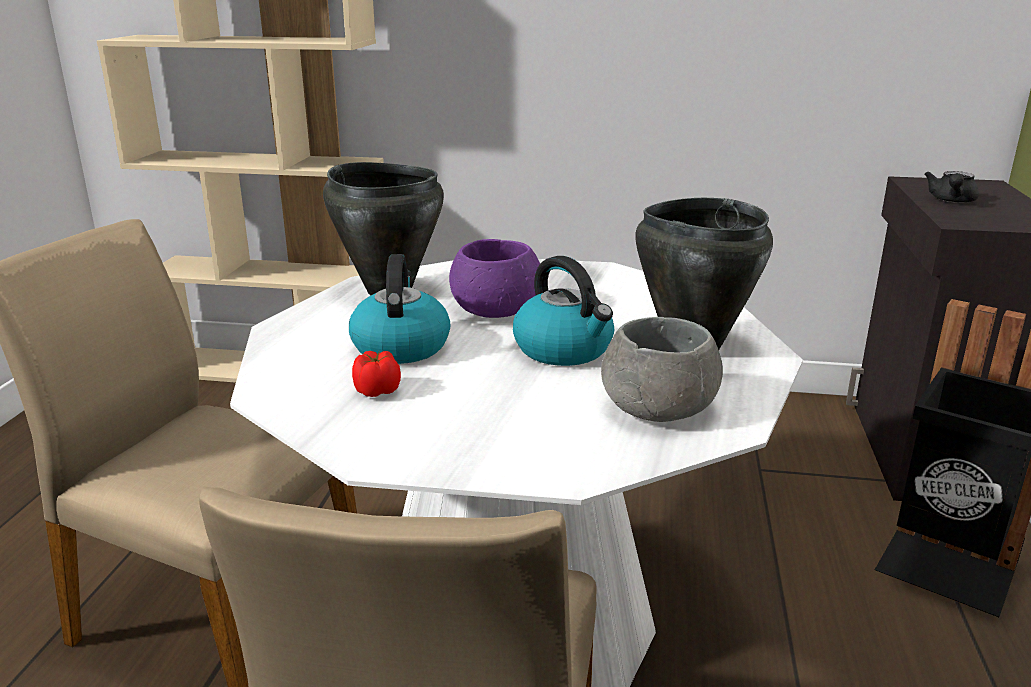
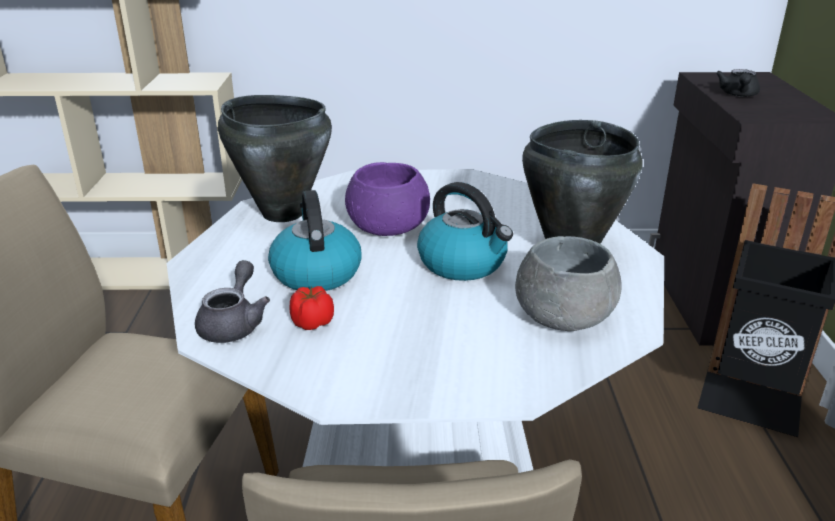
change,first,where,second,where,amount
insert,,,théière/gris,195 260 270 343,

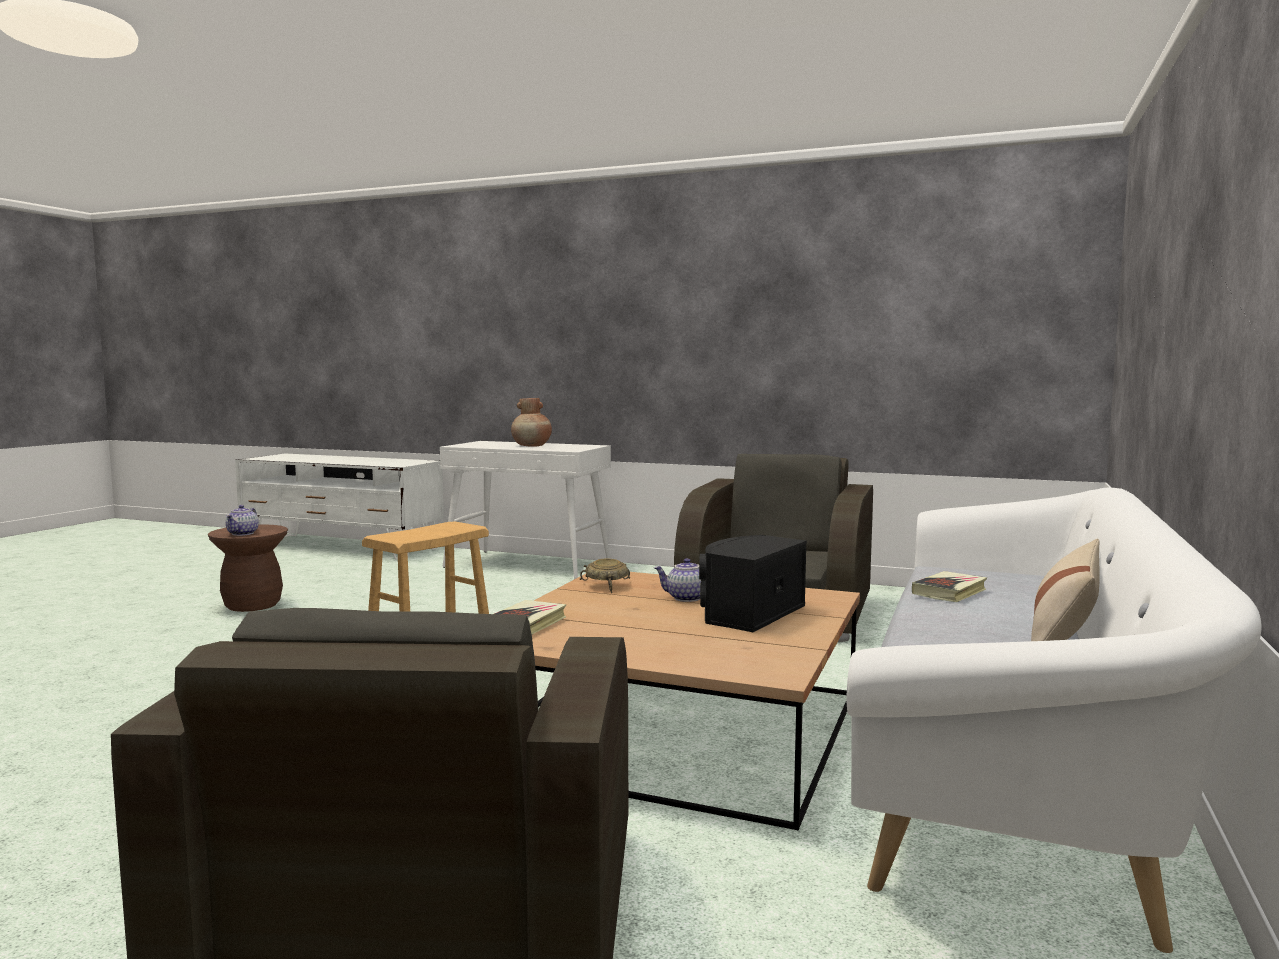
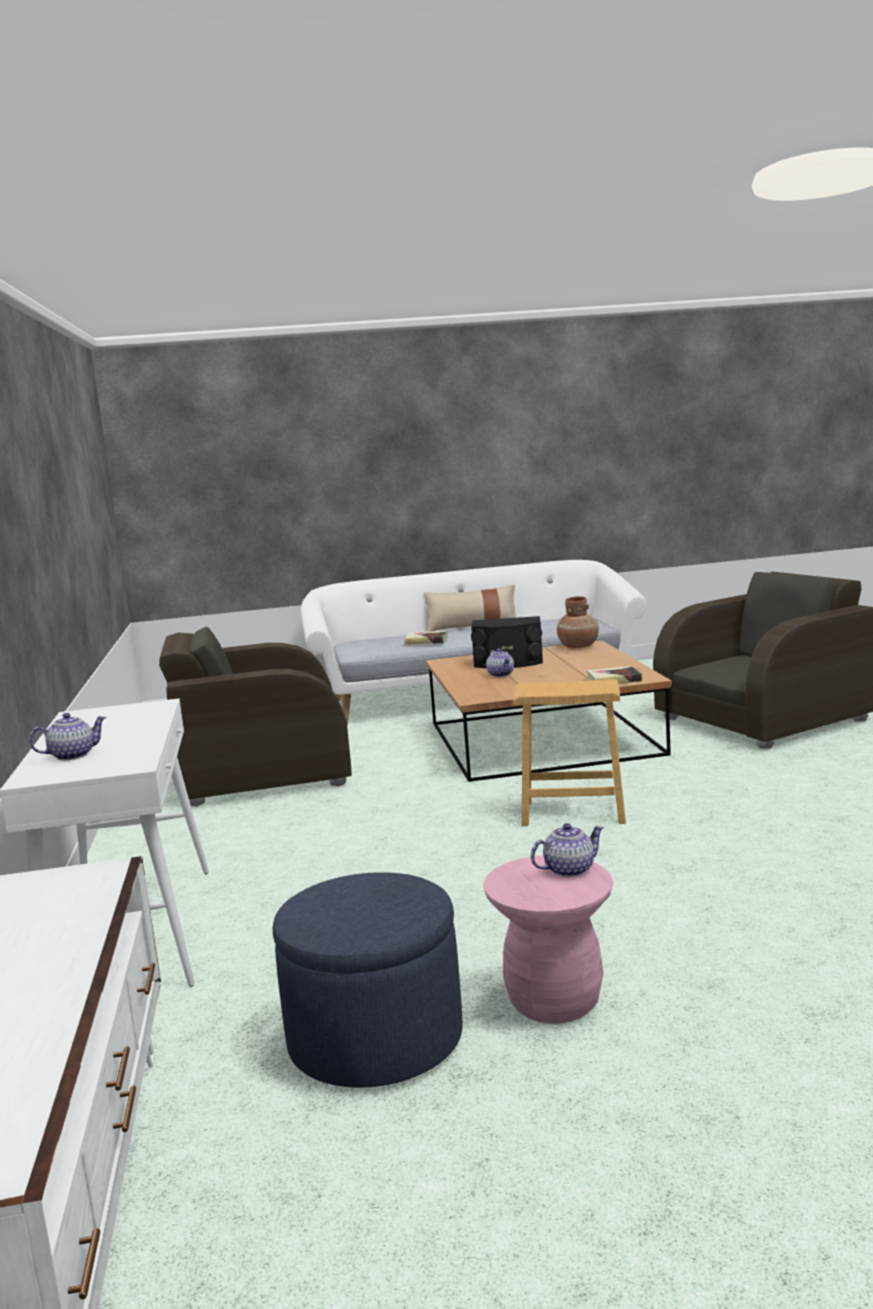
change,first,where,second,where,amount
move,vase/marron,511 398 552 447,,557 596 599 648,
recolor,tabouret/marron,208 525 288 612,tabouret/rose,483 855 613 1024,
delete,bol/beige,579 558 630 593,,,
insert,,,théière,29 713 106 760,
insert,,,pouf/bleu,273 872 463 1088,

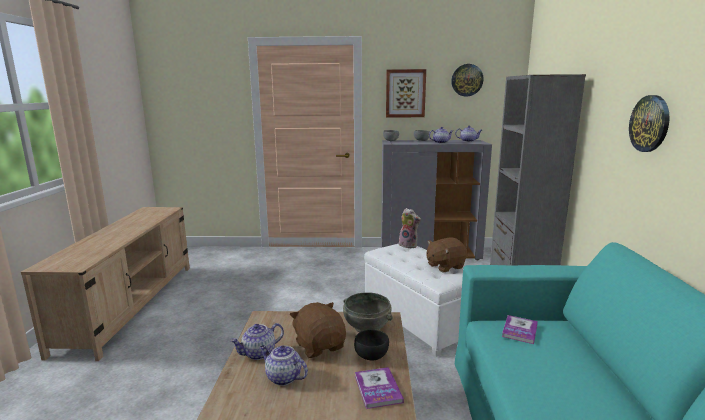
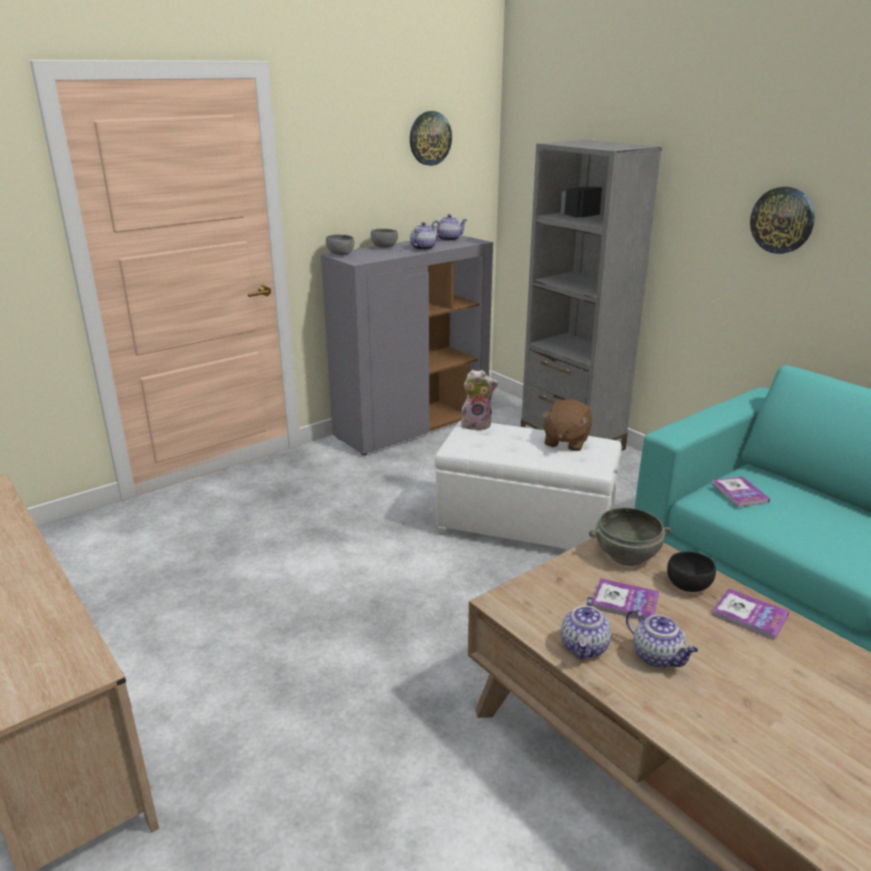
change,first,where,second,where,amount
delete,tableau,386 69 426 117,,,
replace,peluche/marron,290 302 346 358,livre,593 578 659 620,
rotate,théière,260 345 308 386,,626 609 698 668,120 degrees counterclockwise

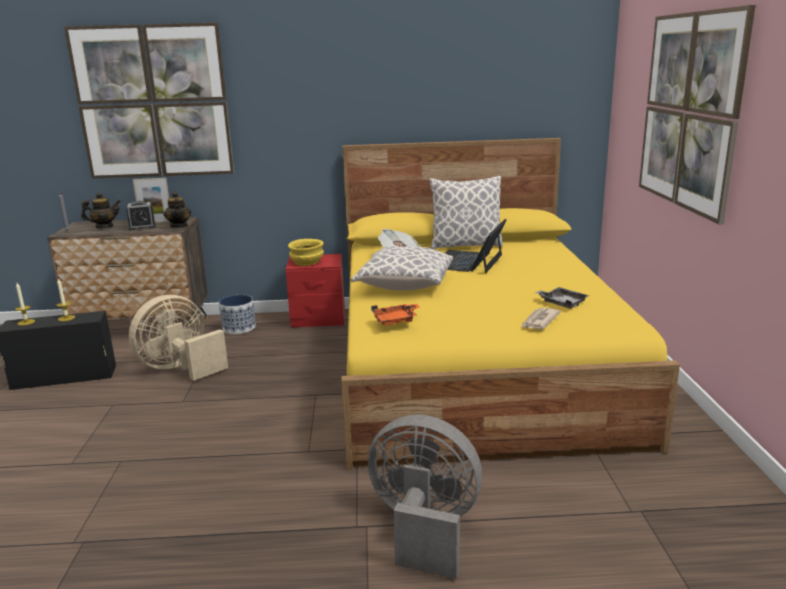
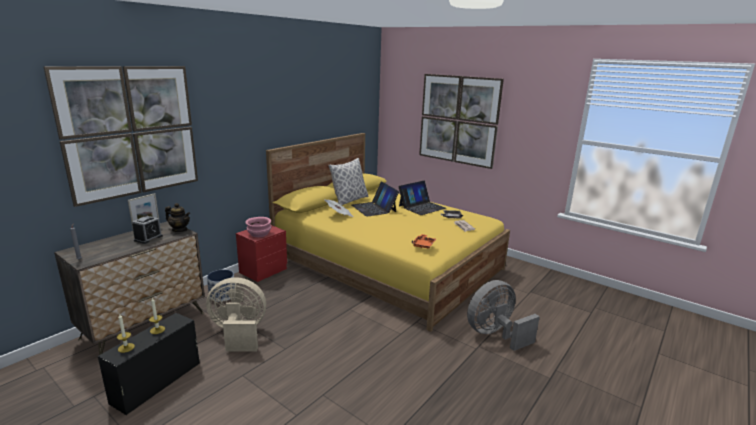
change,first,where,second,where,amount
delete,théière,81 193 121 228,,,
recolor,bol/jaune,288 239 324 266,bol/rose,245 217 272 237,
delete,coussin,351 246 453 291,,,
rotate,ventilateur/beige,129 295 228 381,,206 277 266 352,90 degrees clockwise
insert,,,ordinateur portable,398 181 446 215,

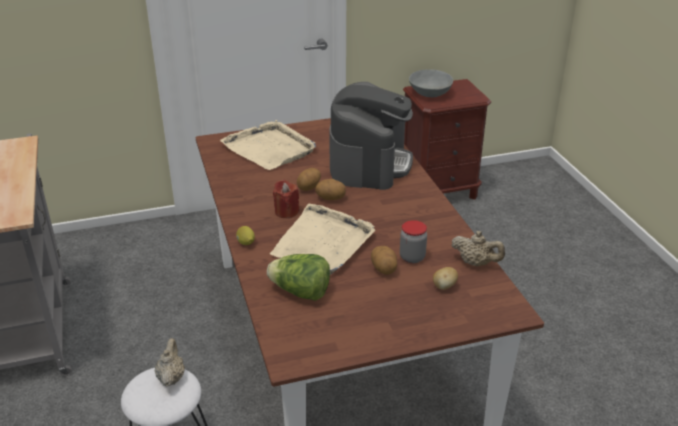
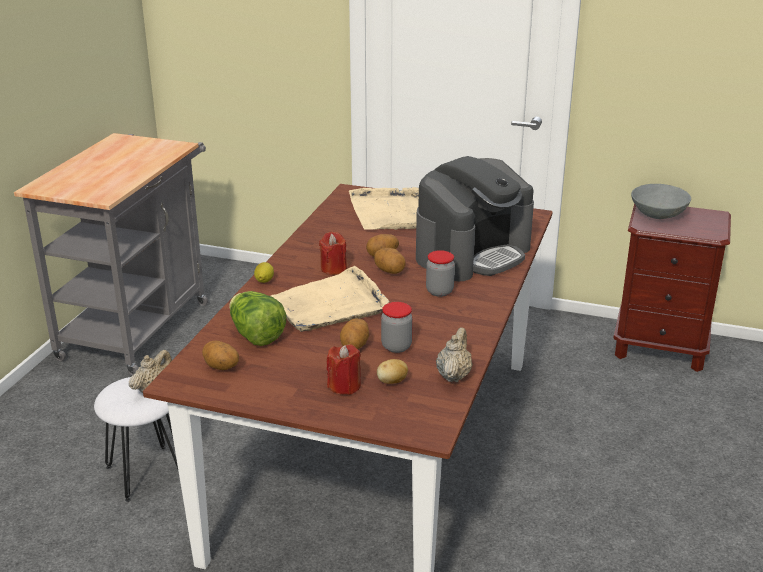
change,first,where,second,where,amount
rotate,théière/beige,451 231 505 266,,436 327 473 382,135 degrees counterclockwise
insert,,,bocal,426 250 455 297,
insert,,,pomme de terre,202 341 239 370,
insert,,,bougie/rouge,326 344 361 395,

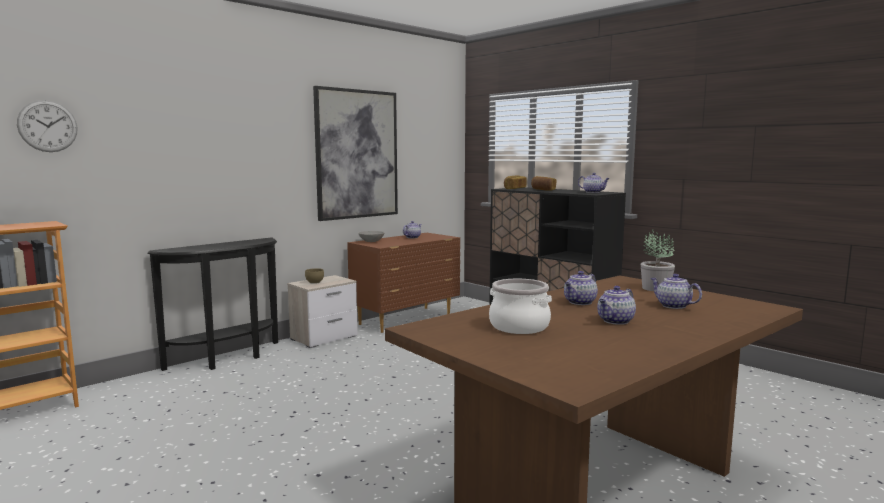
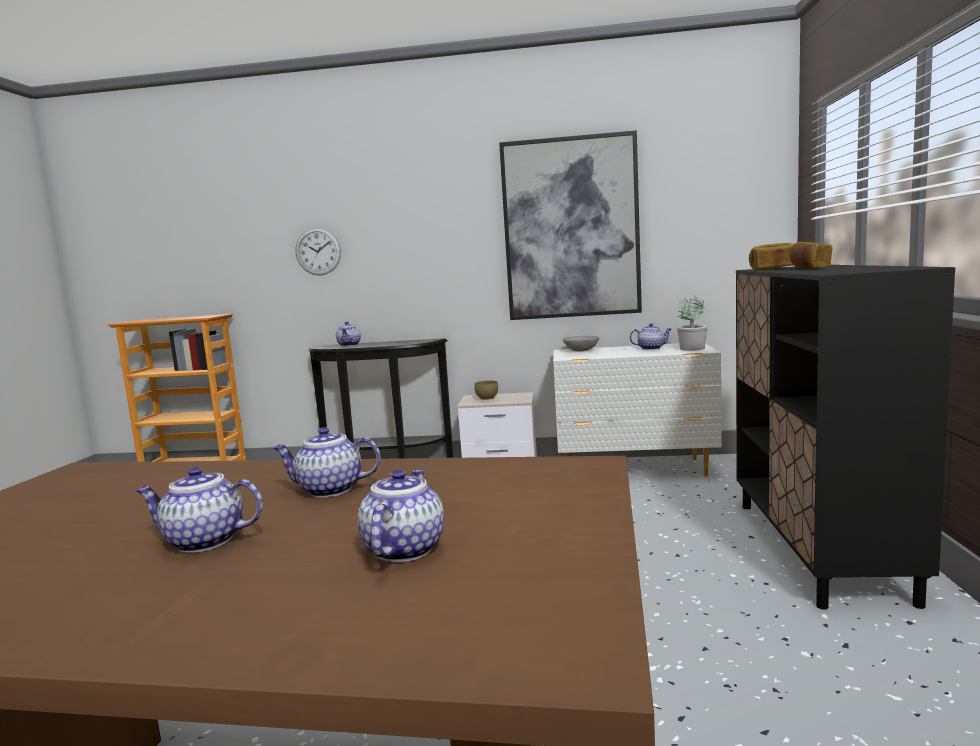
change,first,where,second,where,amount
move,horloge murale,17 100 78 152,,296 228 341 275,
move,théière,578 173 610 193,,336 322 361 346,
move,plante en pot,641 230 675 291,,677 296 707 351,
recolor,commode/marron,347 233 460 333,commode/blanc,553 343 722 476,
delete,marmite,489 279 552 334,,,

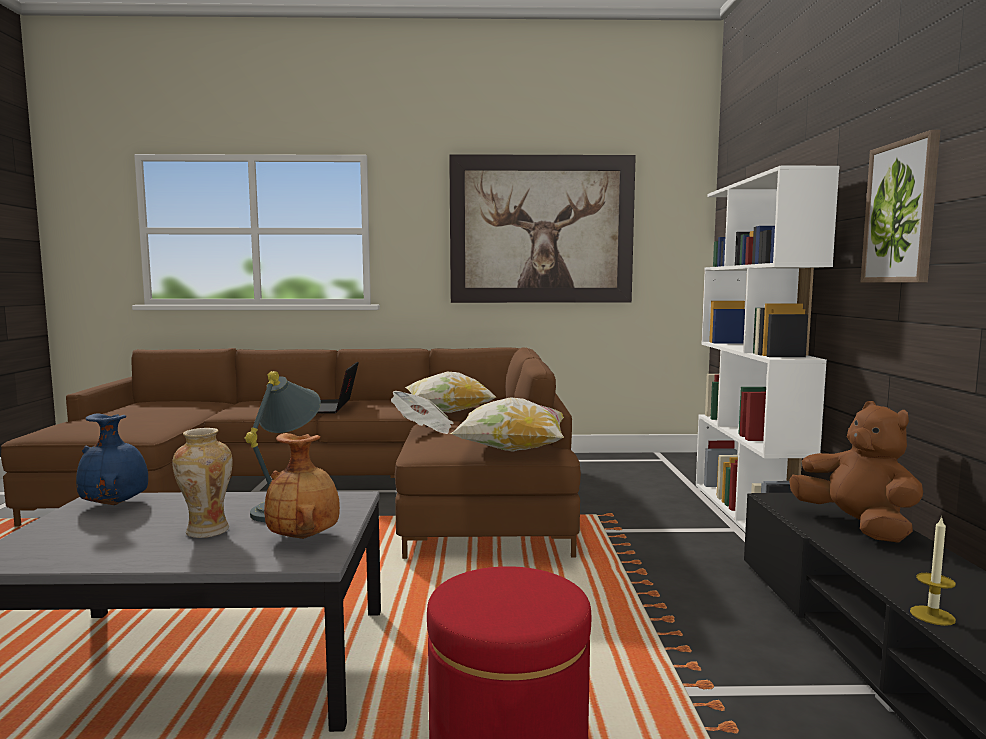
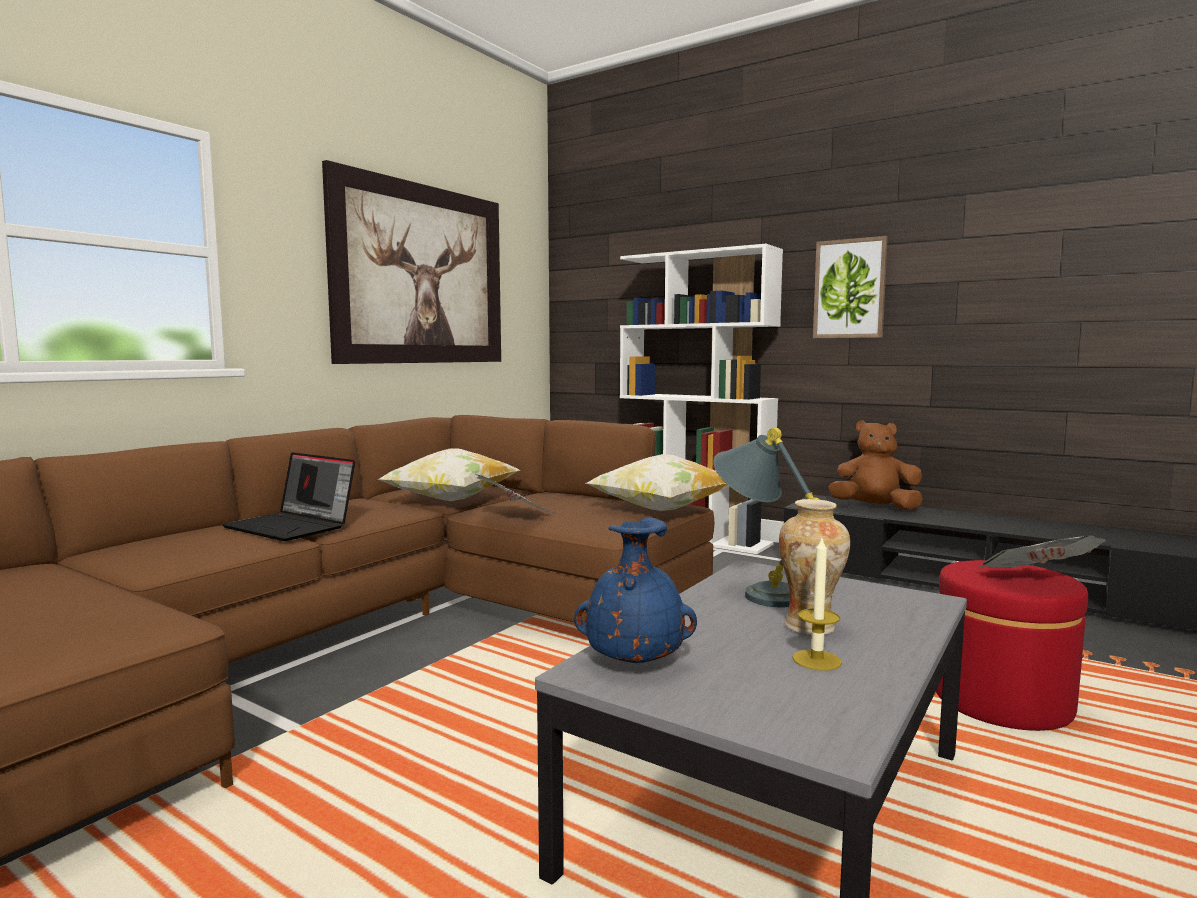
change,first,where,second,where,amount
delete,vase/marron,264 433 340 539,,,
move,bougie,910 516 956 626,,792 538 842 671,
insert,,,journal,979 536 1106 568,

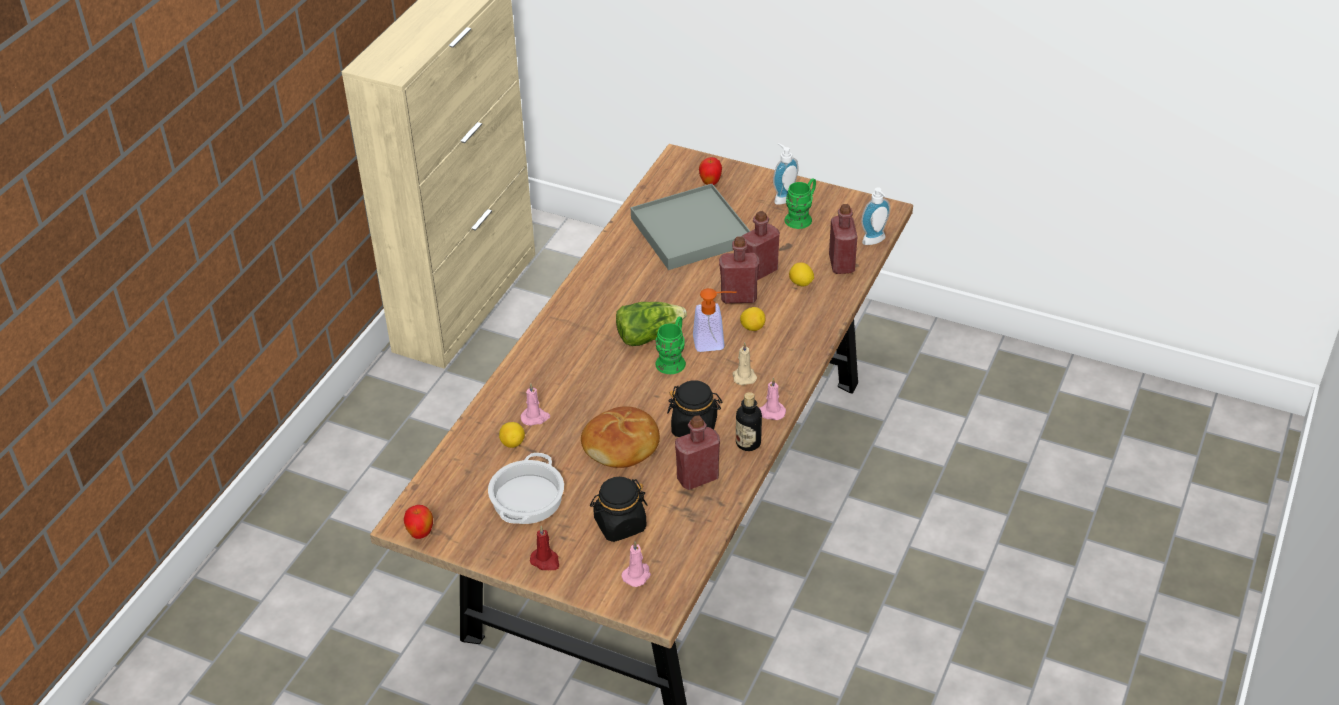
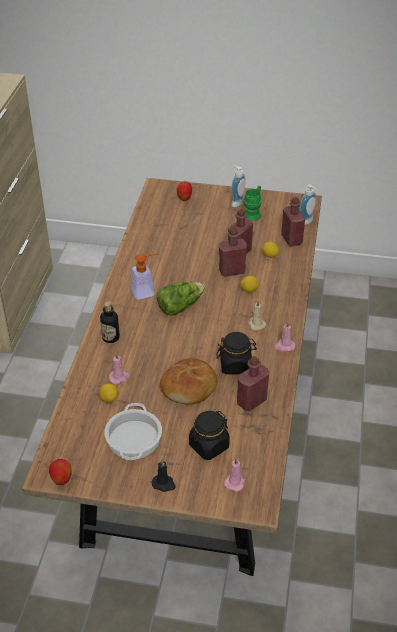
change,first,where,second,where,amount
delete,plateau/gris,630 184 750 270,,,
move,distributeur de savon,693 288 737 352,,131 254 160 300,
delete,mug/vert,655 317 686 374,,,
move,bouteille,736 392 762 451,,100 301 120 343,
recolor,bougie/rouge,530 526 559 570,bougie/noir,152 460 176 492,

